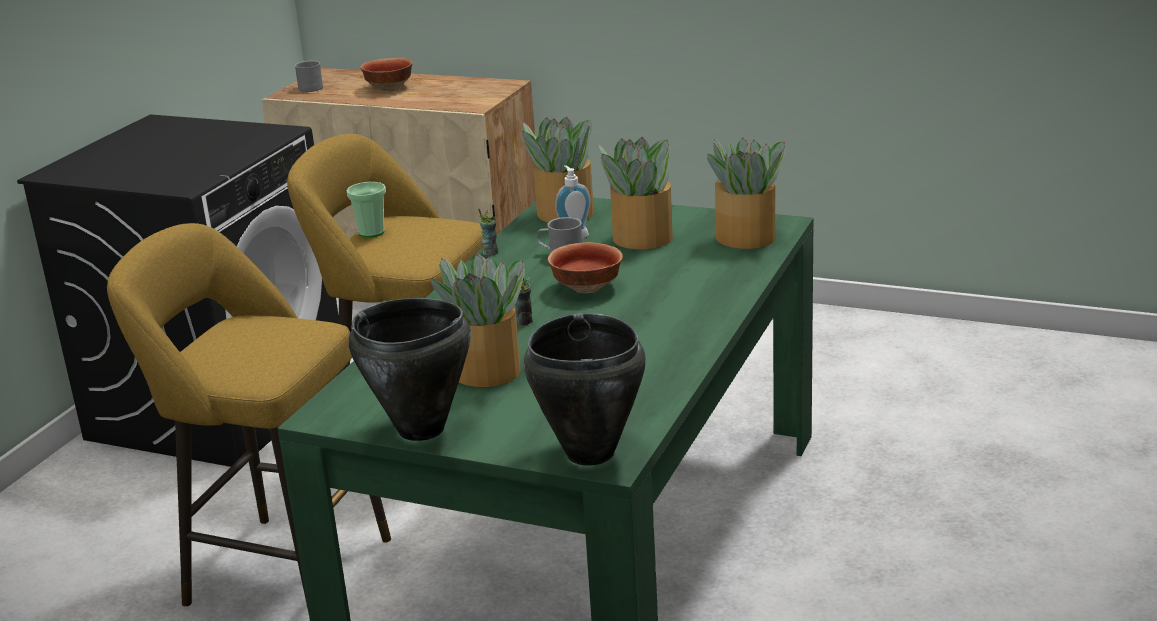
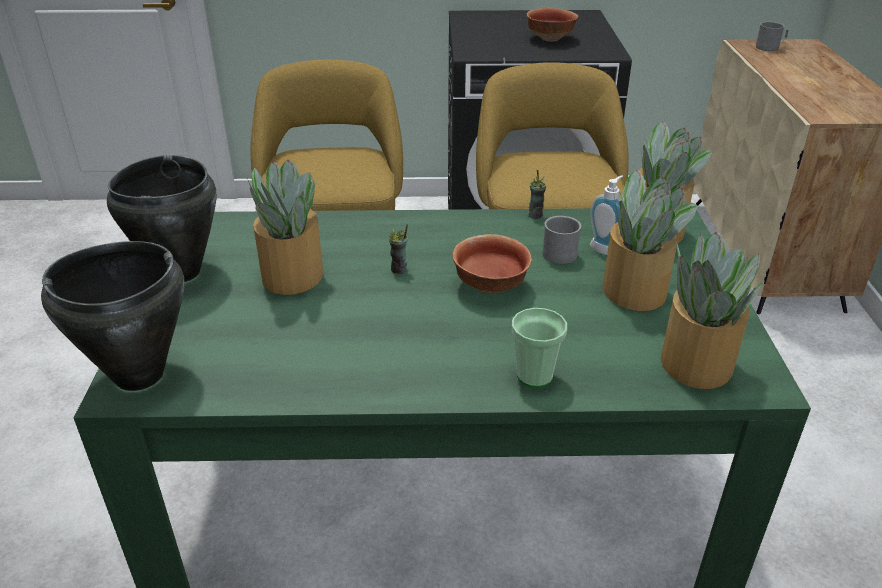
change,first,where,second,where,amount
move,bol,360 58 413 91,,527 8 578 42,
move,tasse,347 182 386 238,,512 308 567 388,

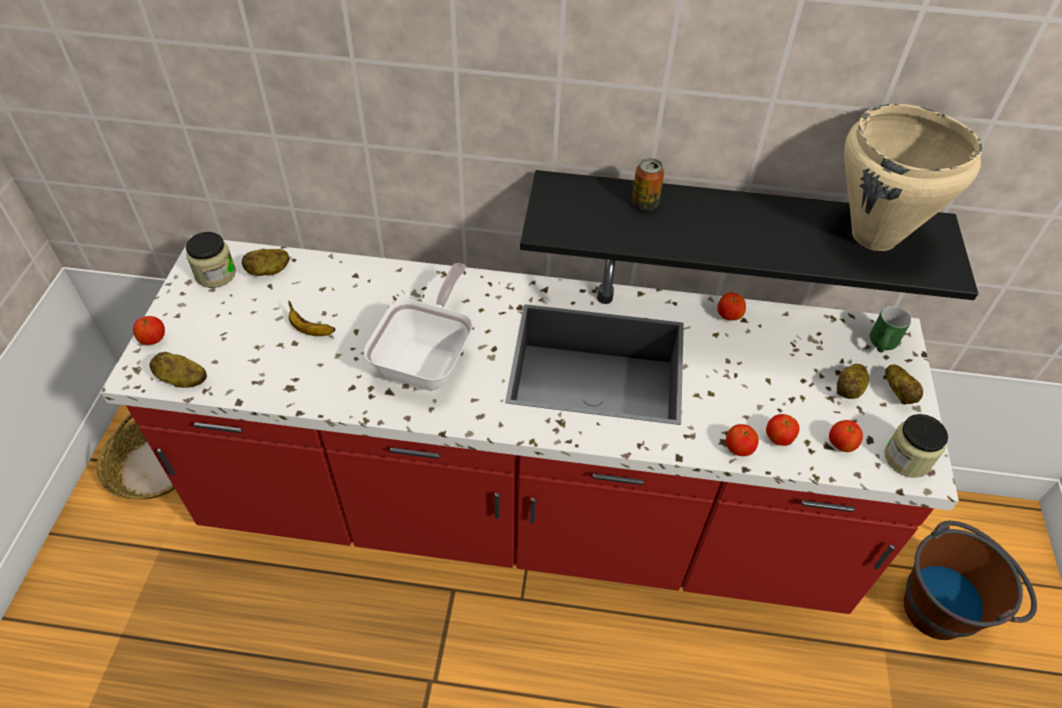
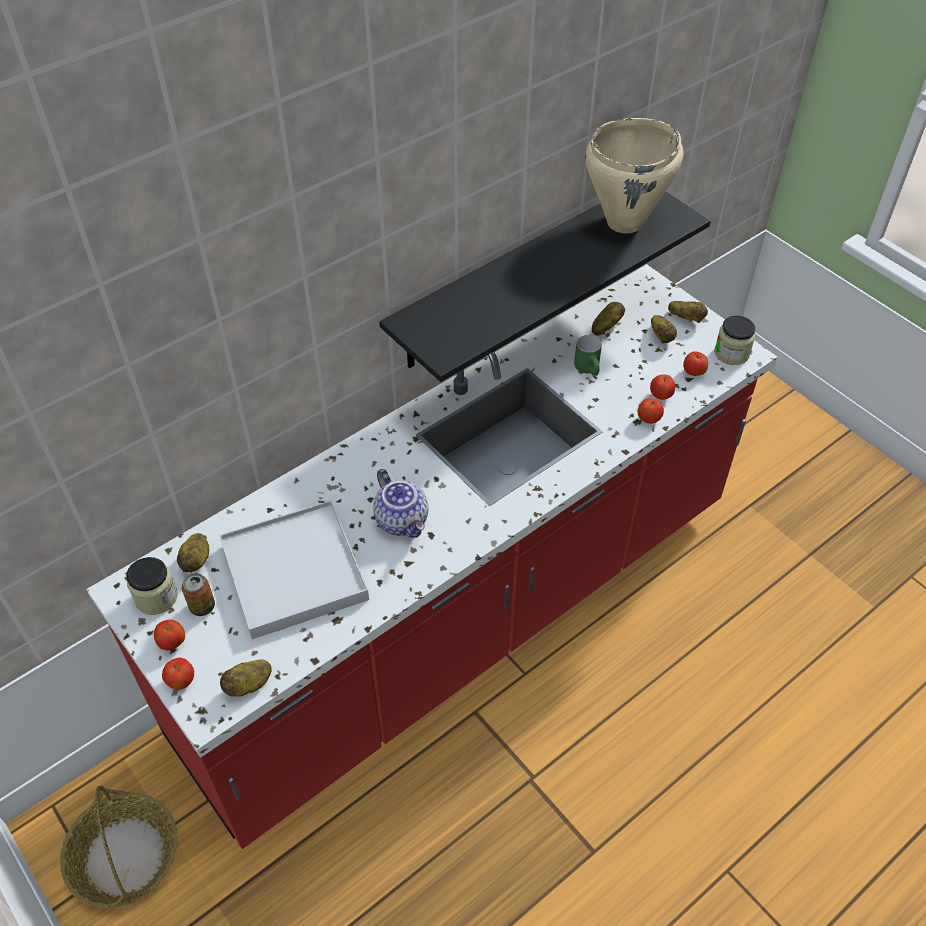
change,first,where,second,where,amount
move,boîte métallique,632 158 664 210,,182 573 215 616,
replace,poêle,364 263 473 390,théière,373 469 429 538,
move,pomme,717 293 746 320,,154 620 185 650,
replace,banane,288 300 336 336,plateau/blanc,219 500 369 639,
move,mug/vert,870 306 911 353,,574 335 602 376,
delete,seau/marron,904 521 1037 640,,,
insert,,,pomme de terre,592 302 625 335,

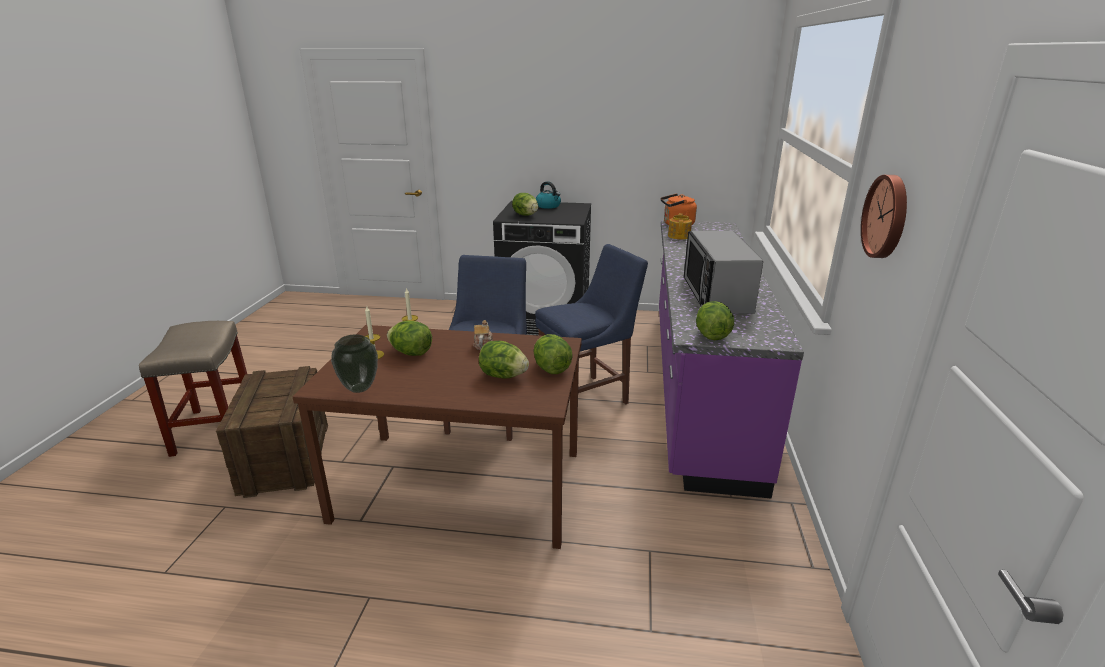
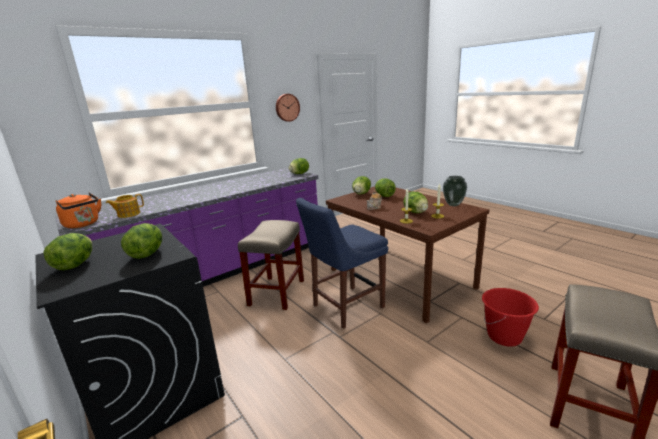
change,first,where,second,where,amount
replace,bouilloire,536 181 561 209,laitue,44 233 92 270,
delete,micro-ondes,684 231 763 314,,,
replace,chaise/bleu,535 244 648 404,tabouret/beige,238 220 304 310,
replace,caisse,216 366 328 498,seau/rouge,482 288 539 347,

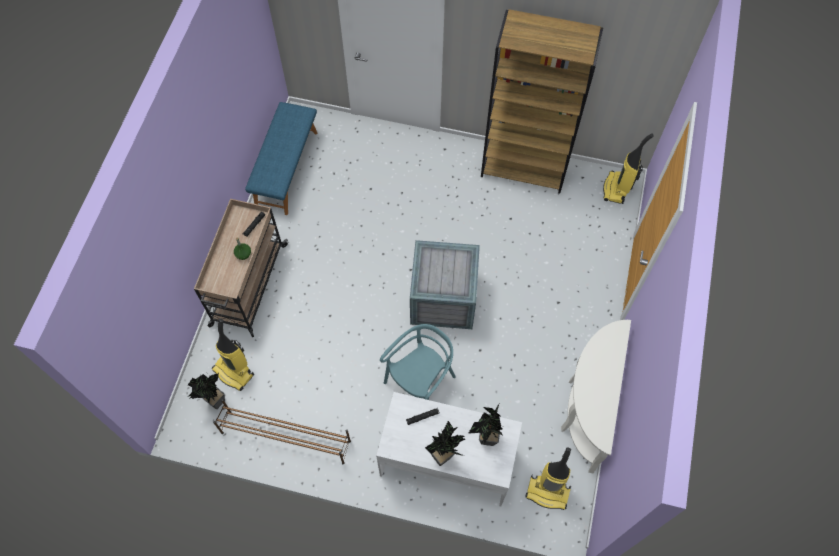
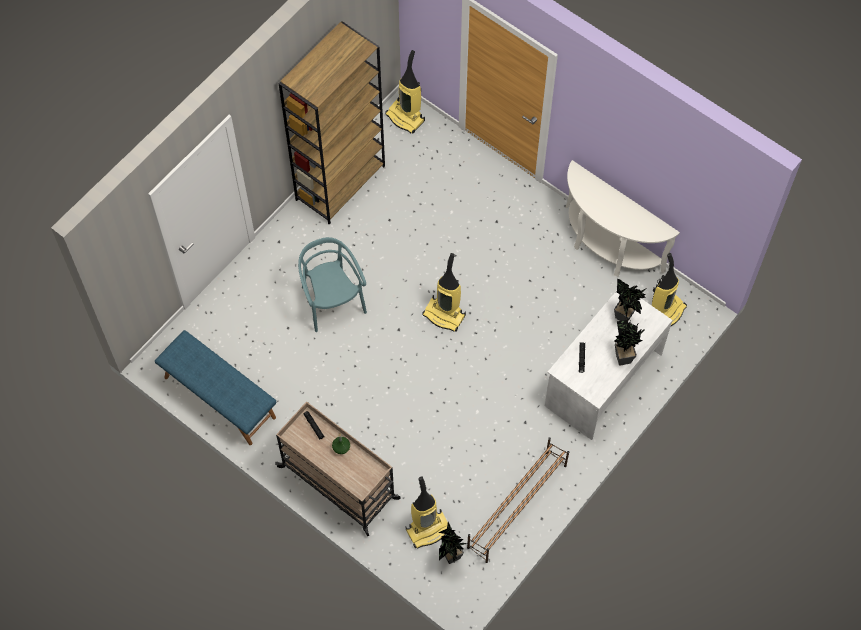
change,first,where,second,where,amount
replace,caisse,410 240 480 329,aspirateur,422 253 466 332,
move,chaise/turquoise,380 324 456 400,,298 237 367 332,

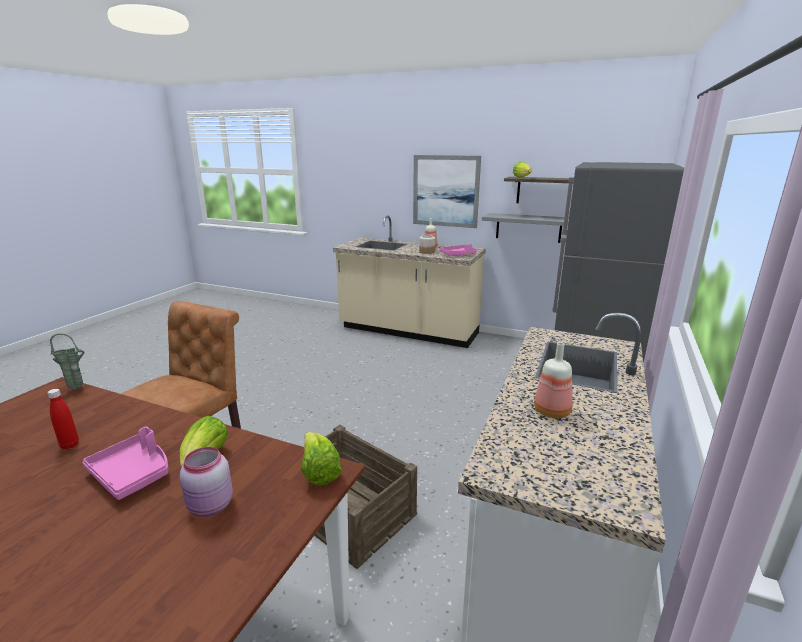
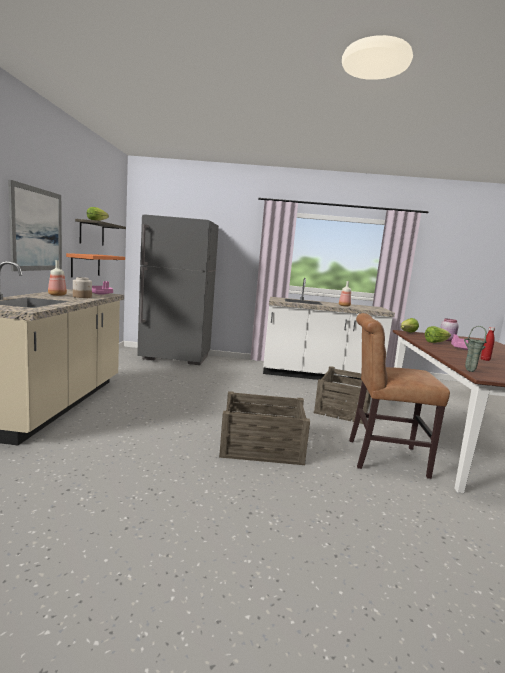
change,first,where,second,where,amount
recolor,étagère/gris,482 213 569 243,étagère/orange,66 253 125 278,
insert,,,caisse,219 391 310 465,

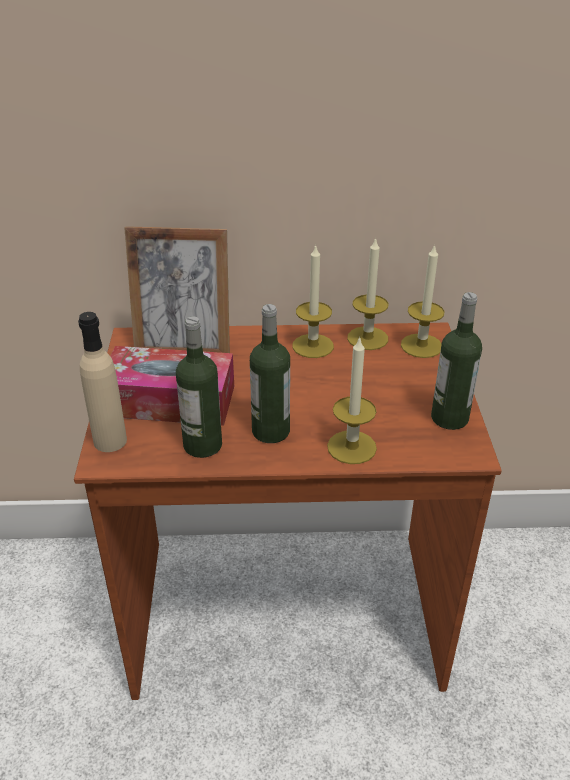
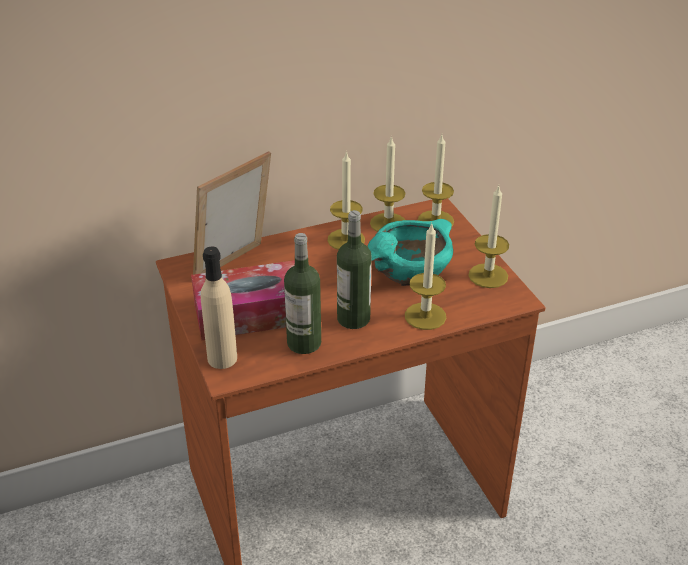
change,first,where,second,where,amount
rotate,cadre photo,124 226 230 353,,193 151 271 275,150 degrees clockwise
replace,bouteille,431 292 482 430,bougie,468 185 509 288,
insert,,,bol/turquoise,367 219 453 286,

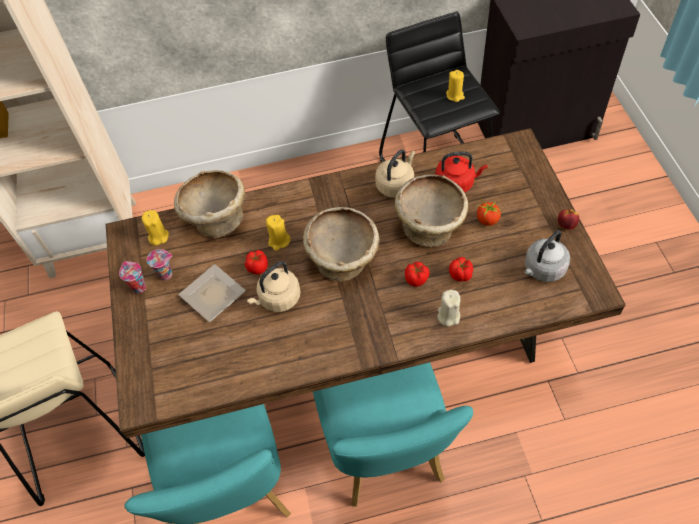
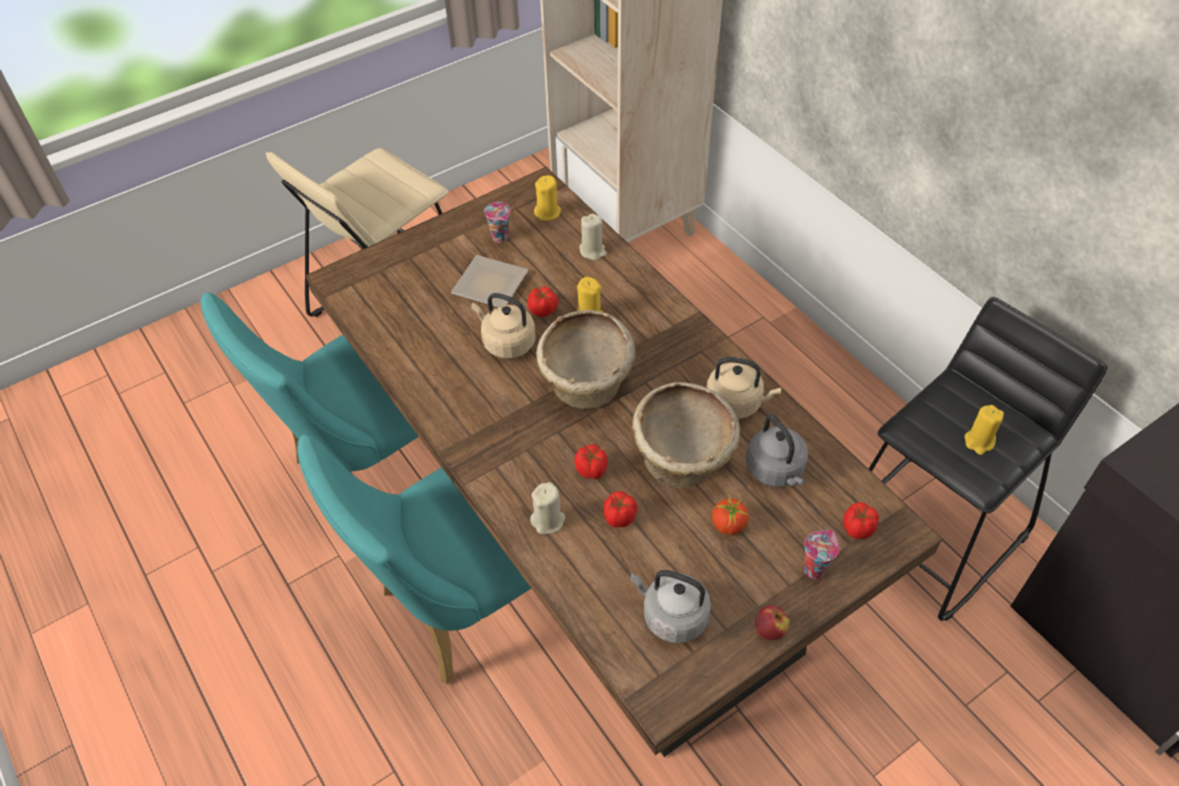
change,first,where,second,where,amount
recolor,bouilloire/rouge,435 151 488 193,bouilloire/gris,746 414 808 487,
replace,bol/beige,174 170 245 237,bougie/beige,580 213 607 260,
move,tasse,119 261 146 294,,804 530 839 579,
insert,,,tomate,843 502 879 539,

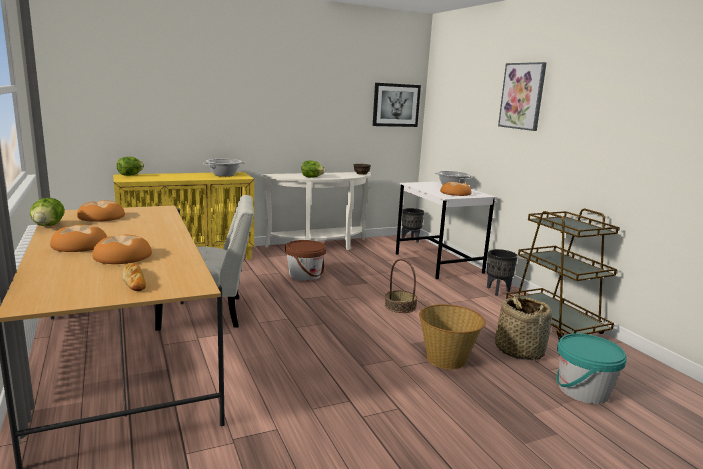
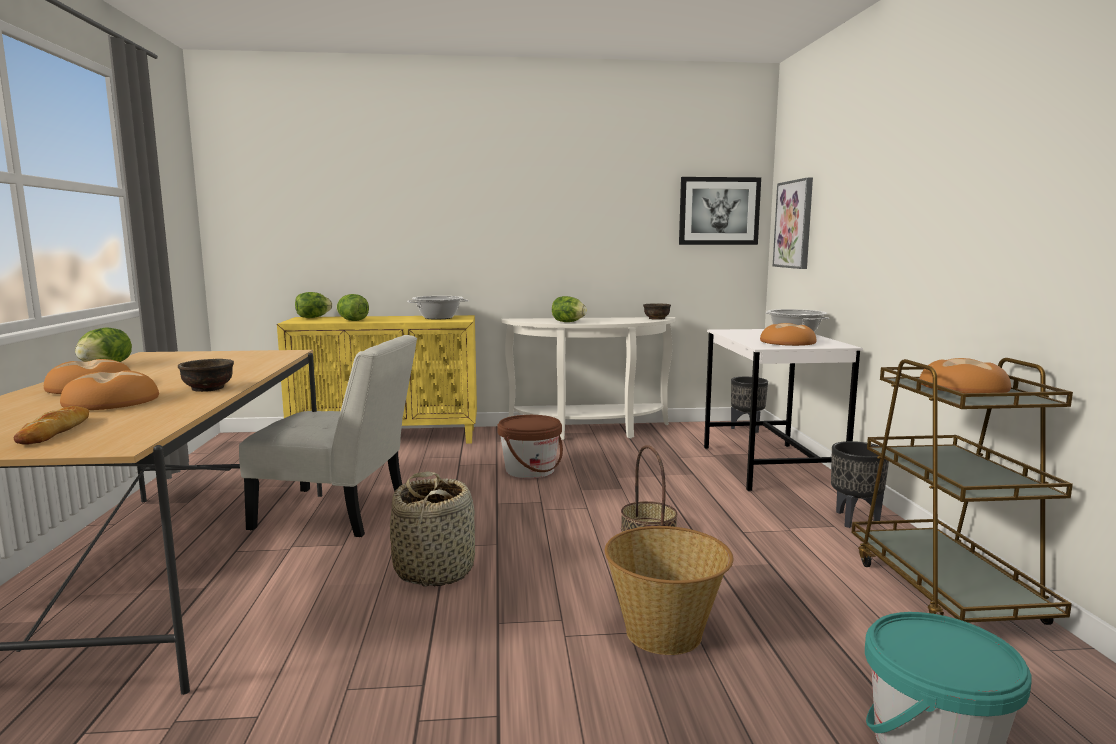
change,first,where,second,where,amount
move,tableau,498 62 547 131,,773 177 813 269,
move,pain,77 200 125 222,,919 358 1011 393,
move,panier,495 294 552 361,,390 471 475 587,
insert,,,laitue,336 294 369 321,
insert,,,bol/marron,178 359 234 392,

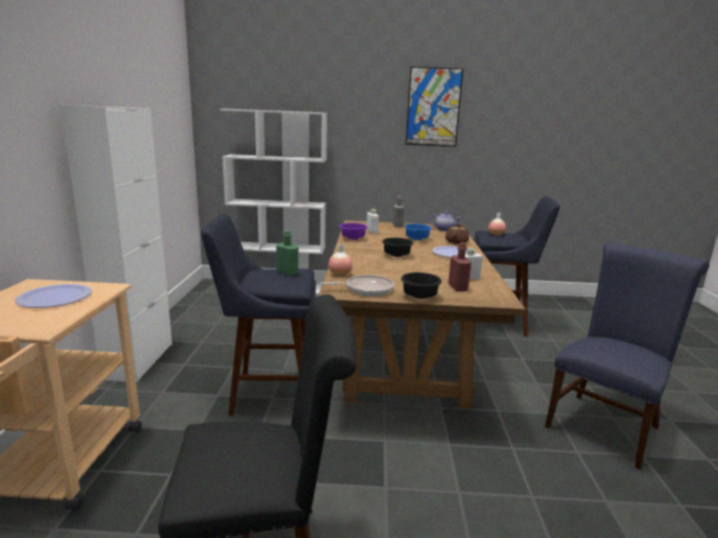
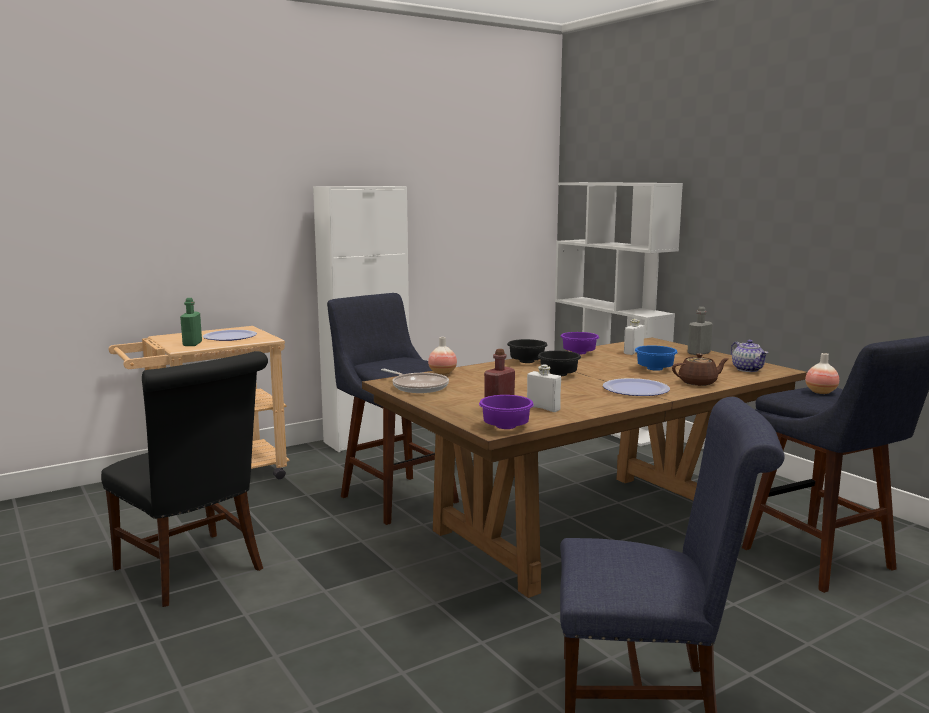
change,first,where,second,where,amount
delete,tableau,405 67 463 147,,,
move,bouteille/vert,276 230 299 276,,180 298 202 346,
move,bol/noir,401 272 442 299,,507 339 548 363,
insert,,,bol/violet,479 395 534 429,

